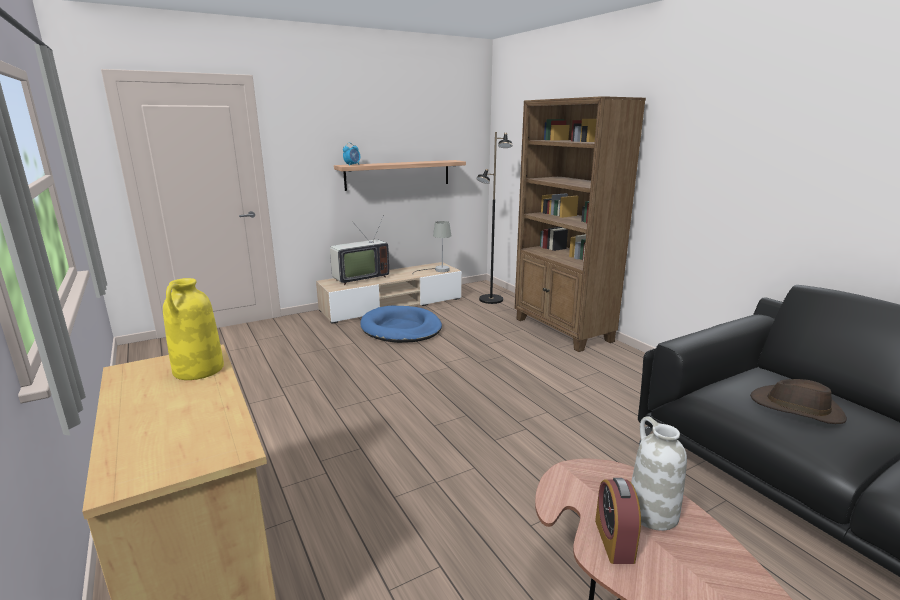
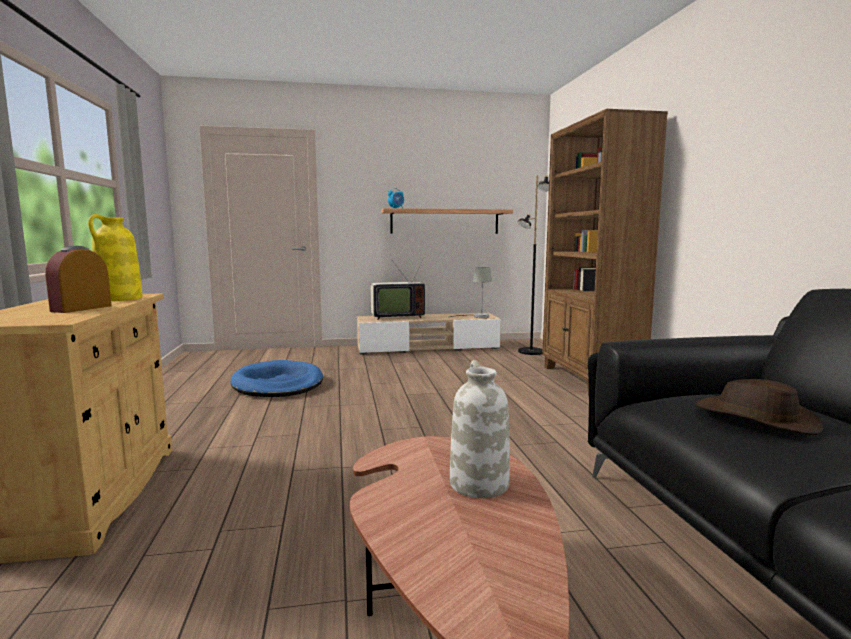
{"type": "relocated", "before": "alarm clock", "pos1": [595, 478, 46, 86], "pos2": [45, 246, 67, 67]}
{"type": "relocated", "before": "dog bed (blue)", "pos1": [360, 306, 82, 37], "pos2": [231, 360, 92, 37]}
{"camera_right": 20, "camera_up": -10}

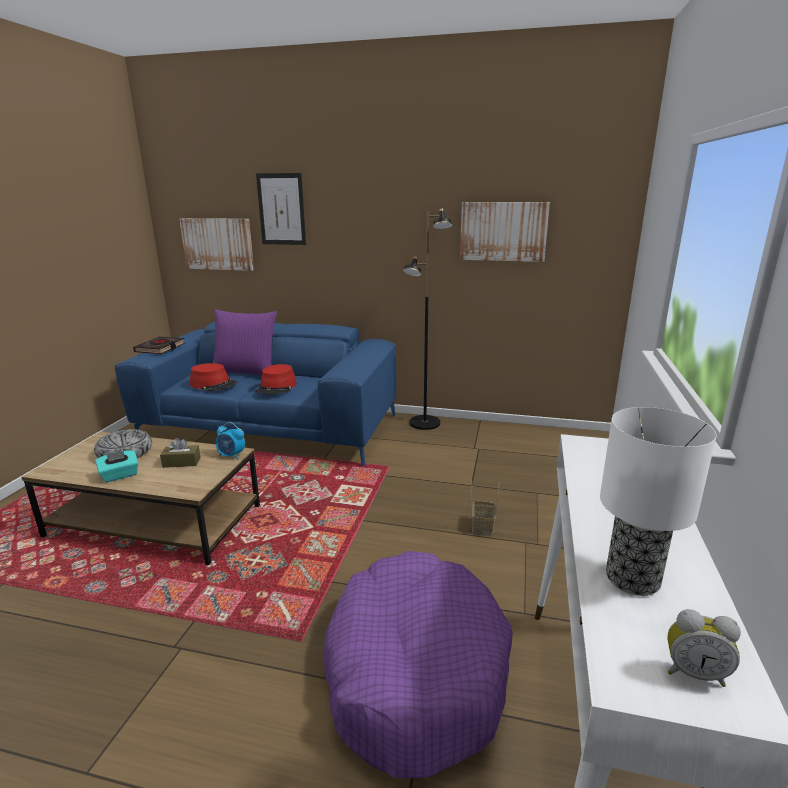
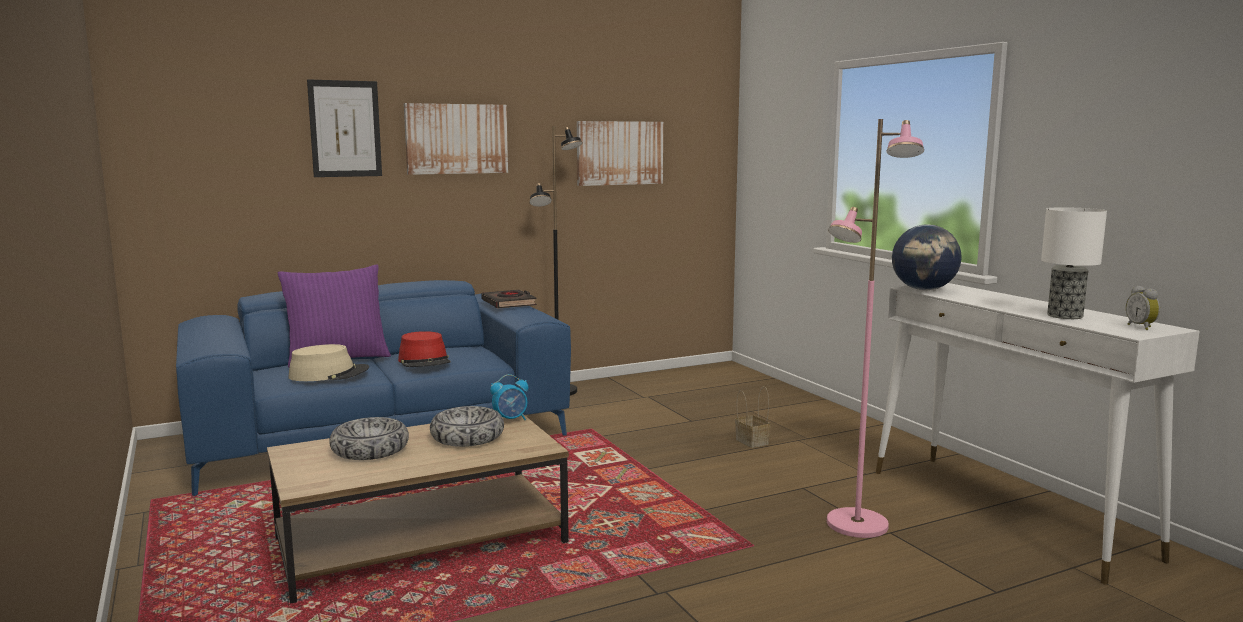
{"type": "colour", "before": "hat (red)", "after": "hat (beige)", "pos1": [190, 363, 47, 28], "pos2": [288, 344, 81, 37]}
{"type": "relocated", "before": "picture", "pos1": [179, 218, 75, 53], "pos2": [404, 103, 104, 72]}
{"type": "exchanged", "before": "tissue box (brown)", "after": "bowl", "pos1": [160, 438, 41, 30], "pos2": [430, 406, 74, 41]}
{"type": "relocated", "before": "book (black)", "pos1": [133, 337, 52, 17], "pos2": [481, 290, 56, 18]}
{"type": "exchanged", "before": "dog bed (purple)", "after": "floor lamp (pink)", "pos1": [323, 551, 190, 227], "pos2": [827, 119, 97, 419]}
{"type": "appeared", "after": "globe", "pos2": [892, 225, 69, 65]}
{"type": "spun", "before": "alarm clock", "pos1": [667, 609, 74, 78], "pos2": [1126, 286, 34, 44], "turn": 105}
{"type": "missing", "before": "tissue box (turquoise)", "pos1": [95, 450, 43, 33]}
{"camera_right": -40, "camera_up": -10}

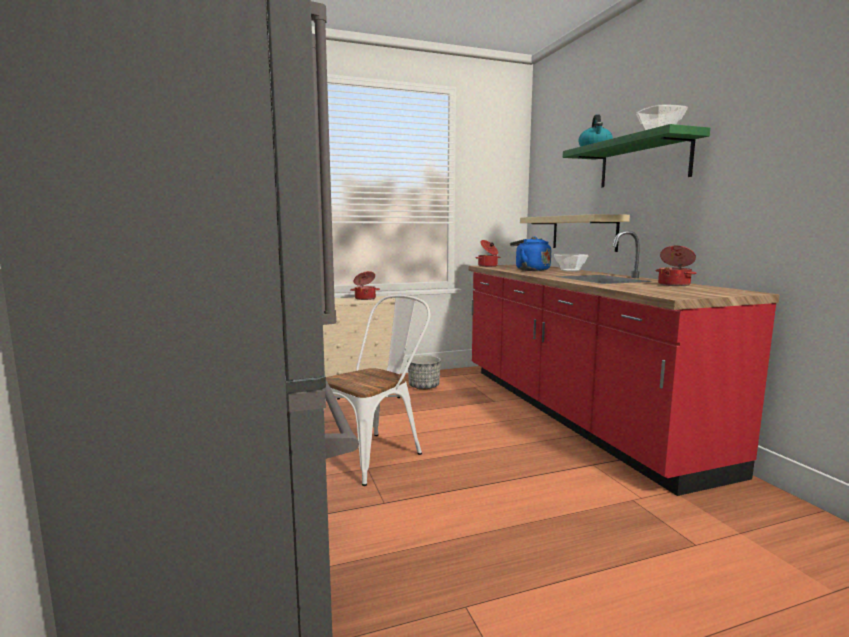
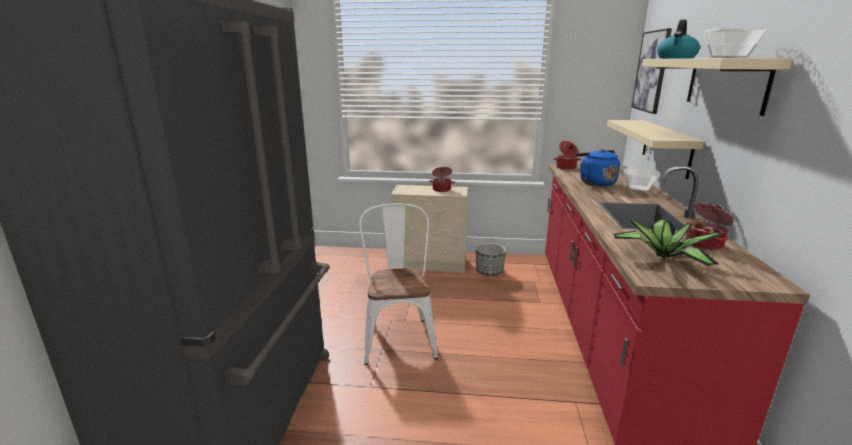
{"type": "spun", "before": "chair (white)", "pos1": [326, 295, 104, 191], "pos2": [359, 203, 79, 162], "turn": -75}
{"type": "appeared", "after": "potted plant", "pos2": [613, 219, 109, 47]}
{"type": "appeared", "after": "picture", "pos2": [632, 28, 40, 86]}
{"type": "colour", "before": "shelf (green)", "after": "shelf (beige)", "pos1": [563, 124, 147, 64], "pos2": [642, 58, 151, 58]}
{"camera_right": 25, "camera_up": 10}

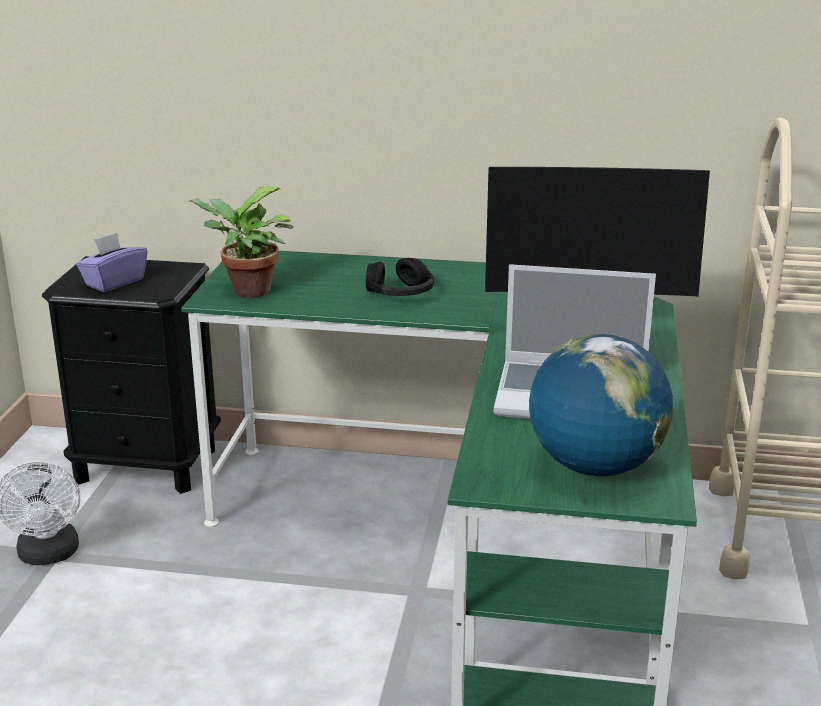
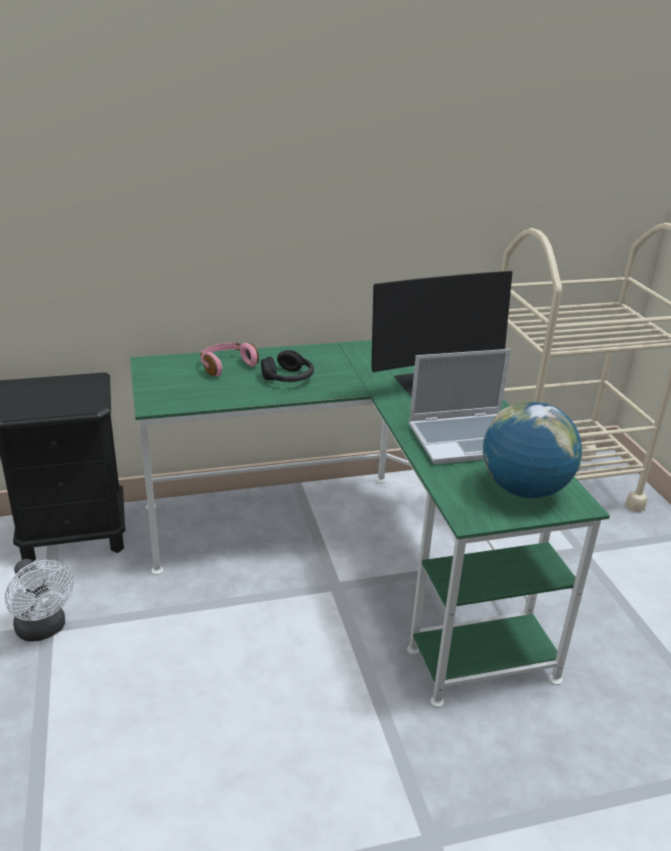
{"type": "appeared", "after": "headphones (pink)", "pos2": [200, 342, 59, 34]}
{"type": "missing", "before": "tissue box (purple)", "pos1": [76, 233, 72, 59]}
{"type": "missing", "before": "potted plant", "pos1": [187, 187, 107, 111]}
{"camera_right": -25, "camera_up": 5}

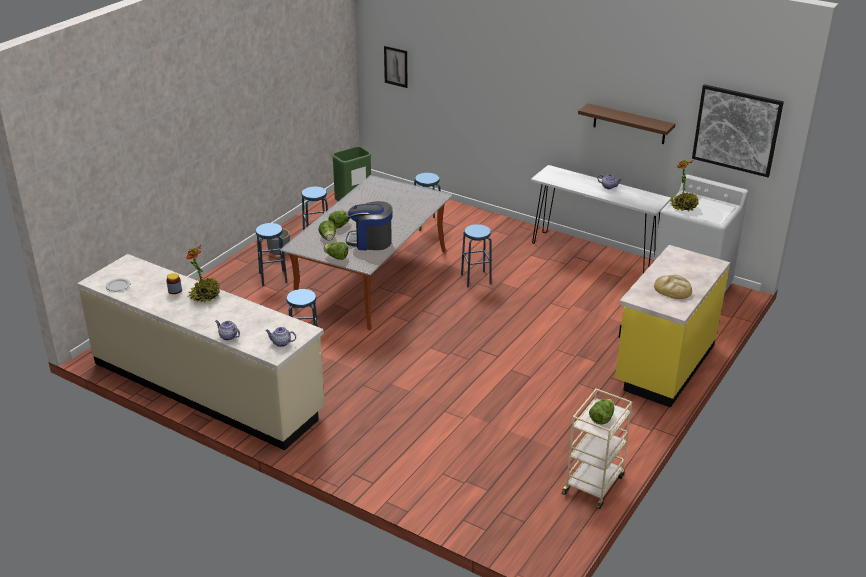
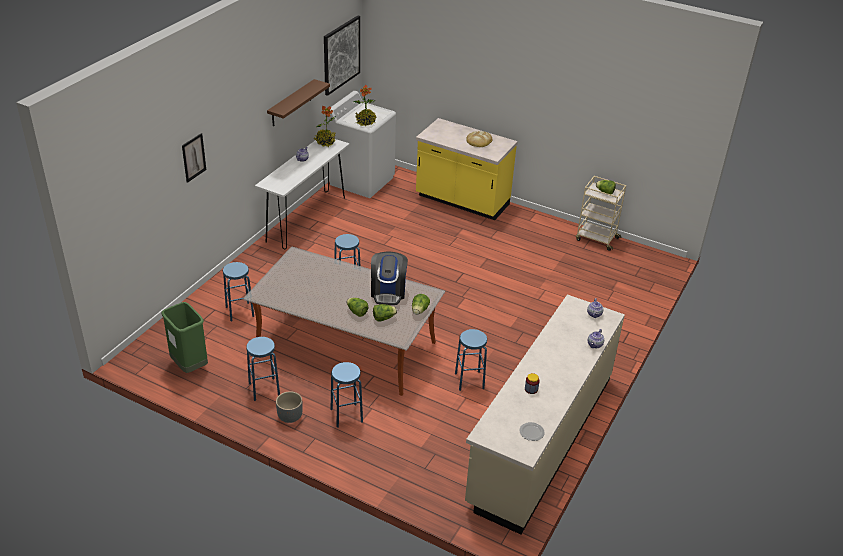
{"type": "relocated", "before": "picture", "pos1": [384, 46, 23, 42], "pos2": [182, 133, 24, 50]}
{"type": "relocated", "before": "potted plant", "pos1": [186, 245, 34, 57], "pos2": [314, 106, 22, 41]}
{"camera_right": -95, "camera_up": 5}

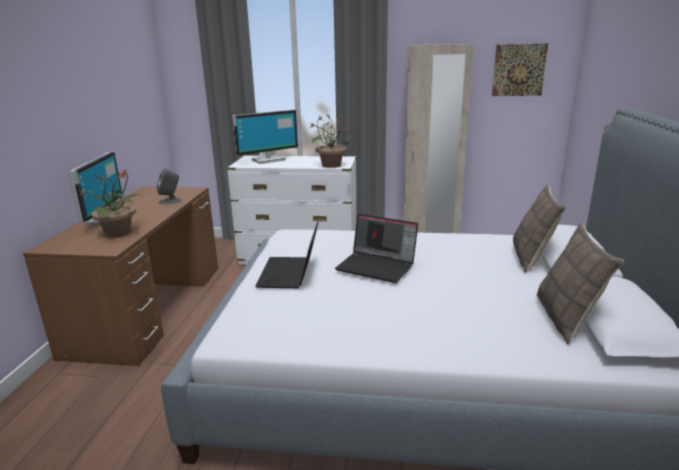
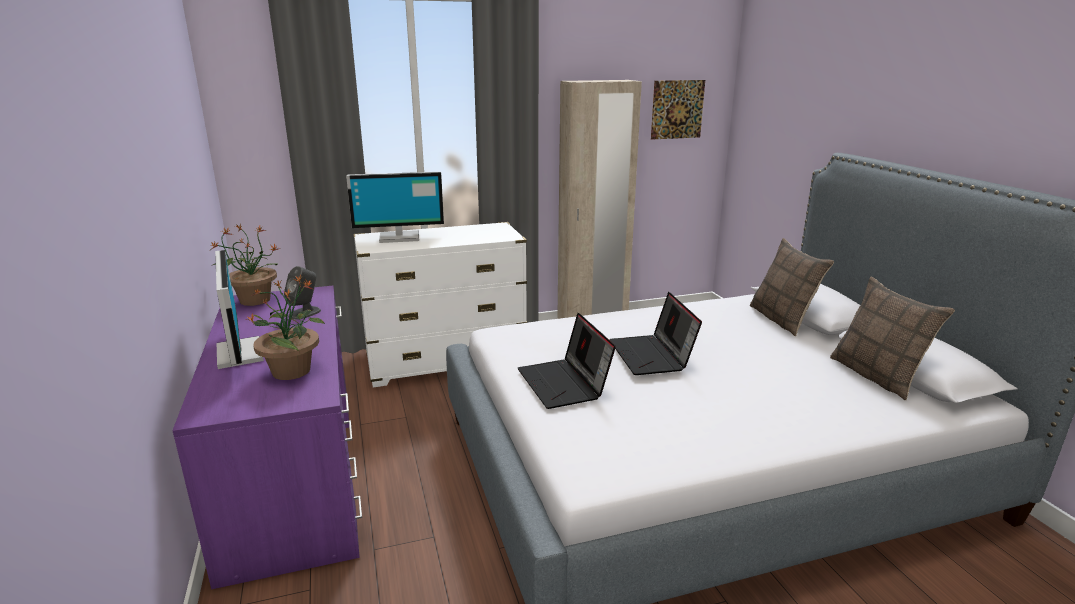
{"type": "colour", "before": "desk (brown)", "after": "desk (purple)", "pos1": [23, 186, 195, 180], "pos2": [172, 286, 190, 303]}
{"type": "relocated", "before": "potted plant", "pos1": [309, 114, 40, 54], "pos2": [209, 224, 71, 82]}
{"type": "spun", "before": "monitor", "pos1": [232, 110, 66, 54], "pos2": [346, 172, 98, 71], "turn": 45}
{"type": "spun", "before": "laptop", "pos1": [335, 214, 83, 69], "pos2": [609, 292, 93, 83], "turn": 75}
{"camera_right": -25, "camera_up": 0}

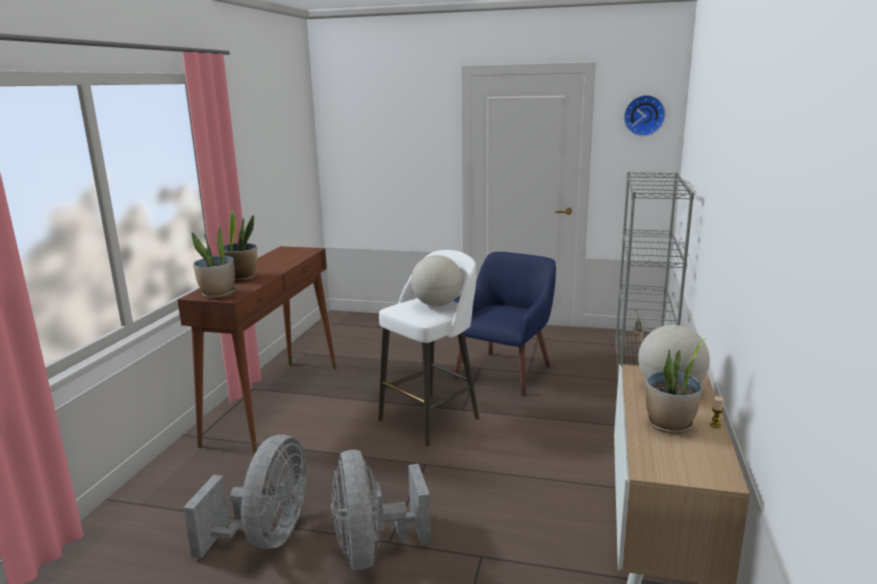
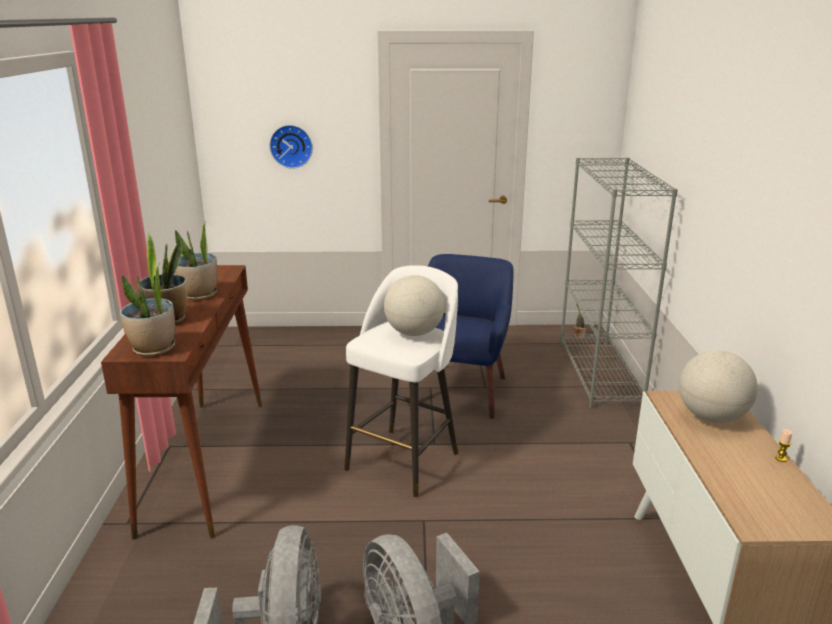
{"type": "relocated", "before": "potted plant", "pos1": [645, 339, 60, 95], "pos2": [175, 221, 43, 79]}
{"type": "relocated", "before": "wall clock", "pos1": [624, 95, 42, 41], "pos2": [269, 125, 44, 44]}
{"camera_right": -15, "camera_up": 5}

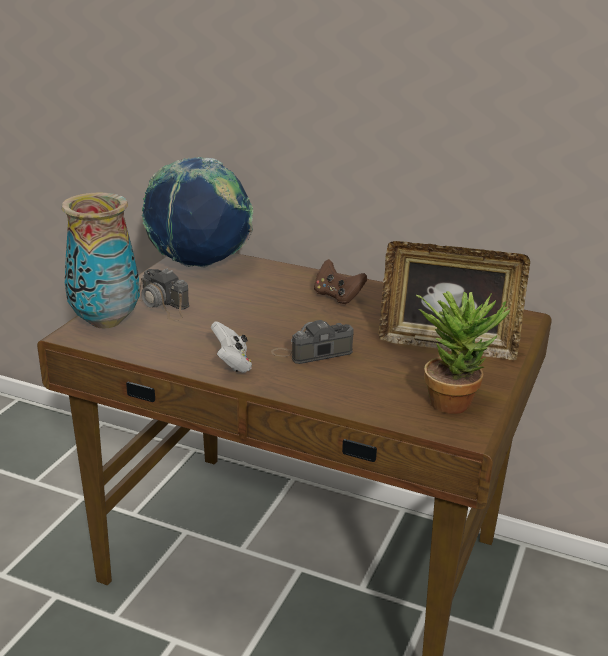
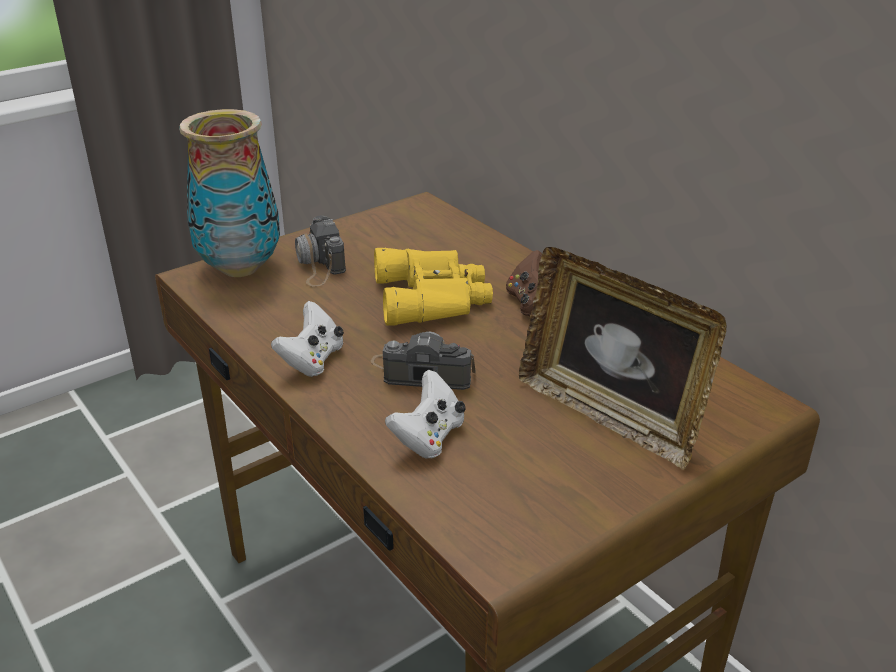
{"type": "appeared", "after": "binoculars (yellow)", "pos2": [374, 247, 119, 79]}
{"type": "appeared", "after": "game controller (white)", "pos2": [385, 370, 81, 89]}
{"type": "missing", "before": "globe", "pos1": [142, 157, 111, 111]}
{"type": "missing", "before": "potted plant", "pos1": [416, 291, 94, 123]}
{"camera_right": 30, "camera_up": 5}

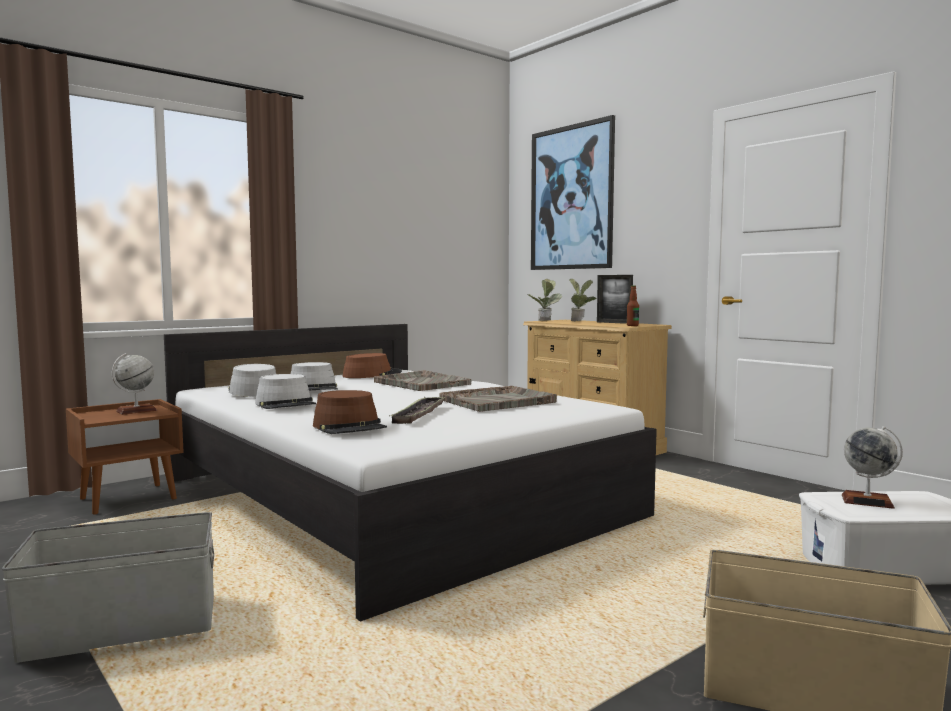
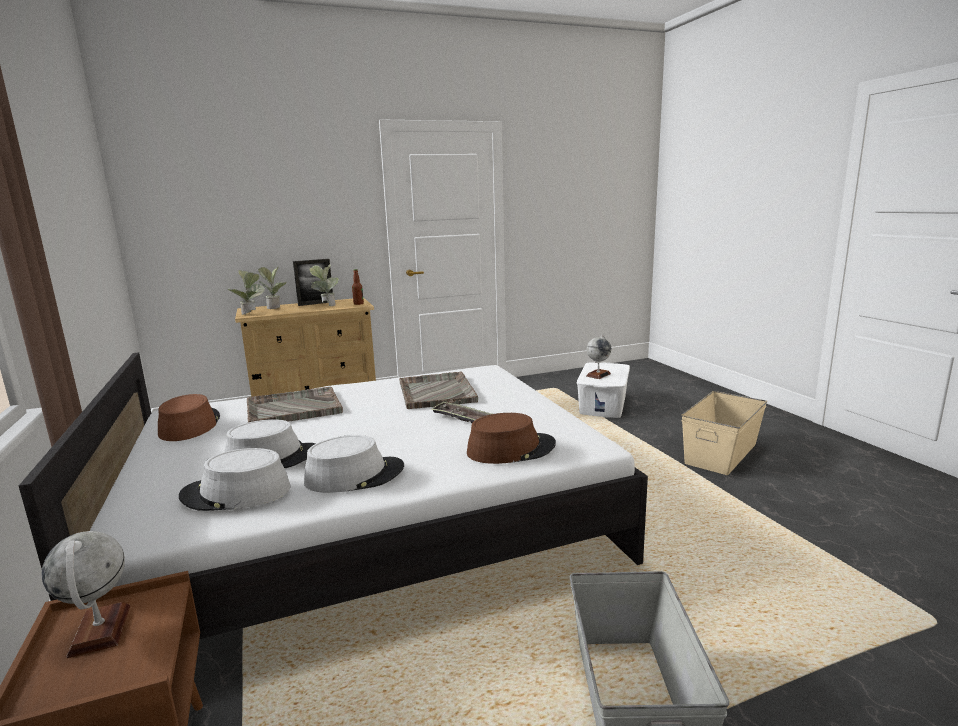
{"type": "appeared", "after": "potted plant", "pos2": [309, 265, 30, 41]}
{"type": "missing", "before": "picture", "pos1": [531, 115, 84, 155]}
{"camera_right": -70, "camera_up": 10}

